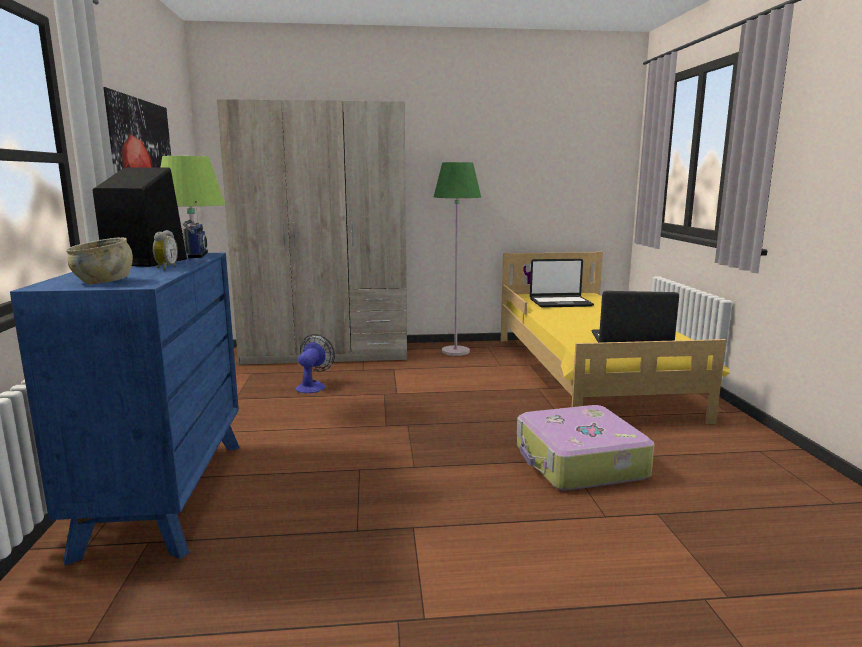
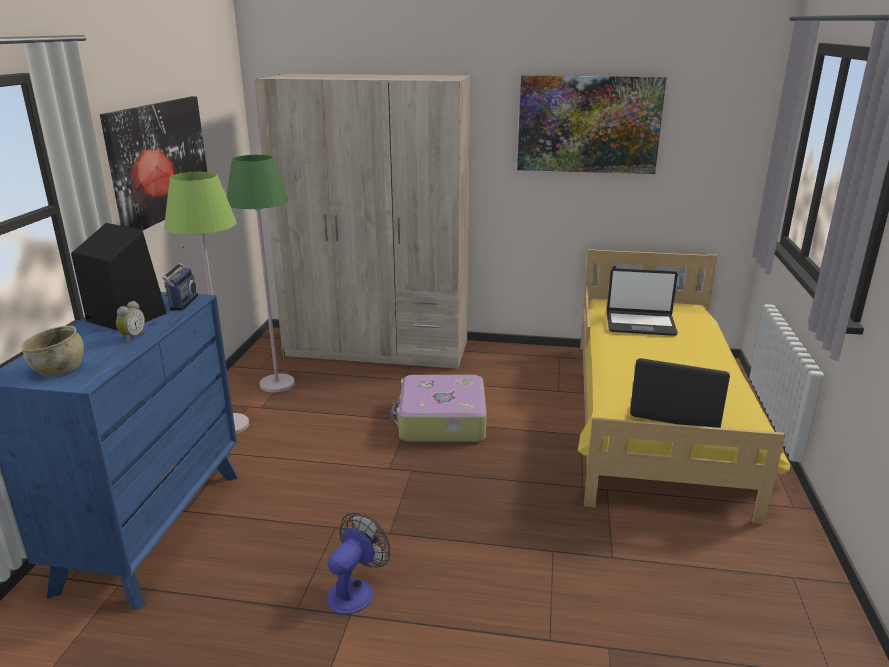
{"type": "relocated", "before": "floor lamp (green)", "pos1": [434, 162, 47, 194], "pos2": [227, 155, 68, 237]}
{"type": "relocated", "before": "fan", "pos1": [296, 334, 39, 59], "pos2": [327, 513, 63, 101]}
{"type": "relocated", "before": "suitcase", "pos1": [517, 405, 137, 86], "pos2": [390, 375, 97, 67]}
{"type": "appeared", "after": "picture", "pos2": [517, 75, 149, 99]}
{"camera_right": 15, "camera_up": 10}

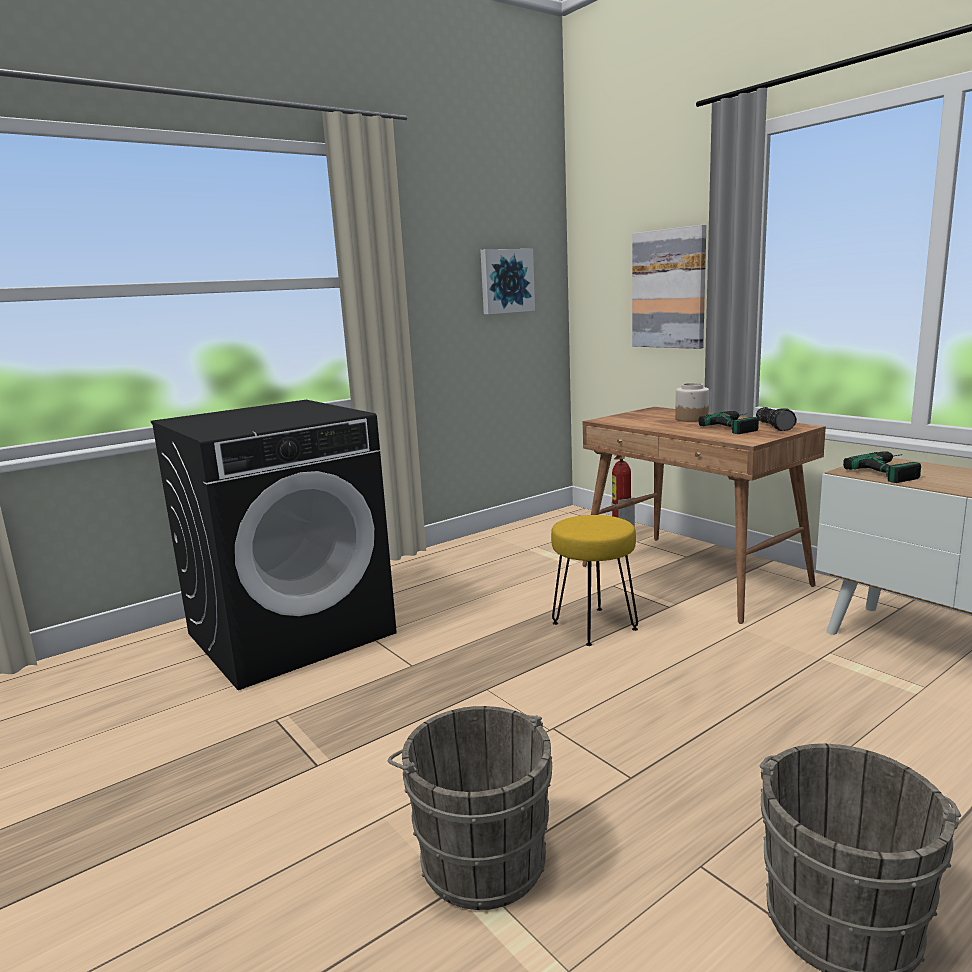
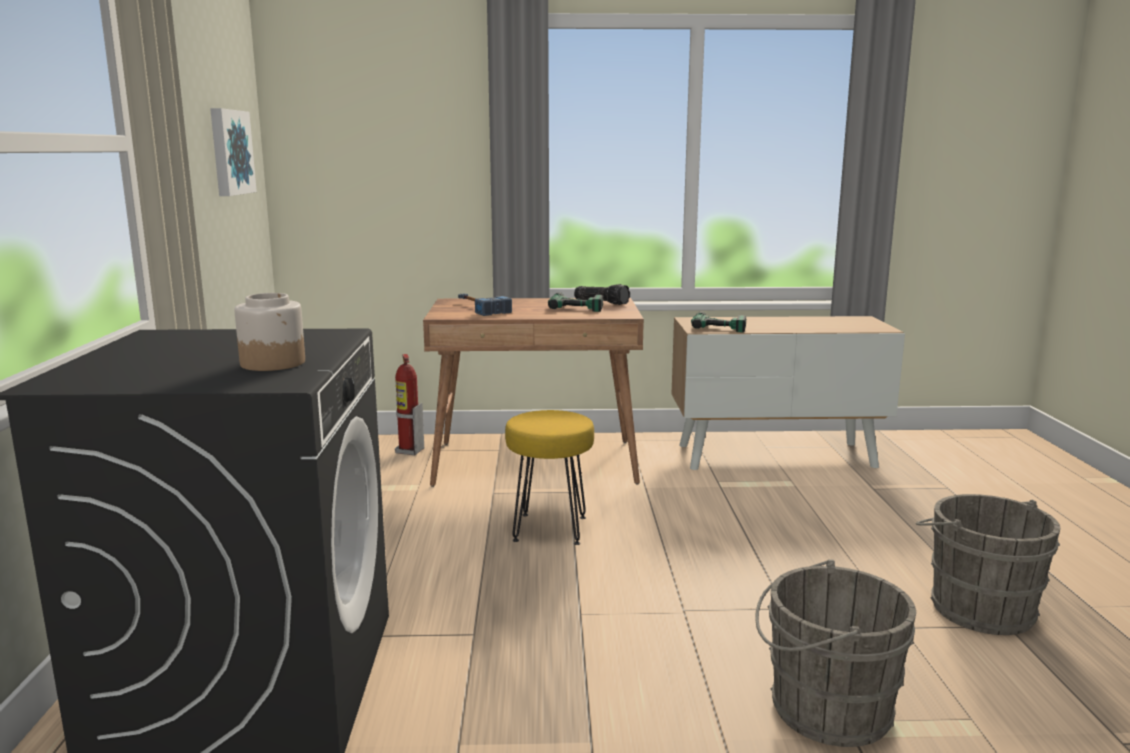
{"type": "relocated", "before": "jar", "pos1": [675, 383, 34, 39], "pos2": [235, 293, 70, 78]}
{"type": "appeared", "after": "hammer", "pos2": [458, 294, 54, 22]}
{"type": "missing", "before": "picture", "pos1": [632, 225, 74, 124]}
{"camera_right": -55, "camera_up": 0}

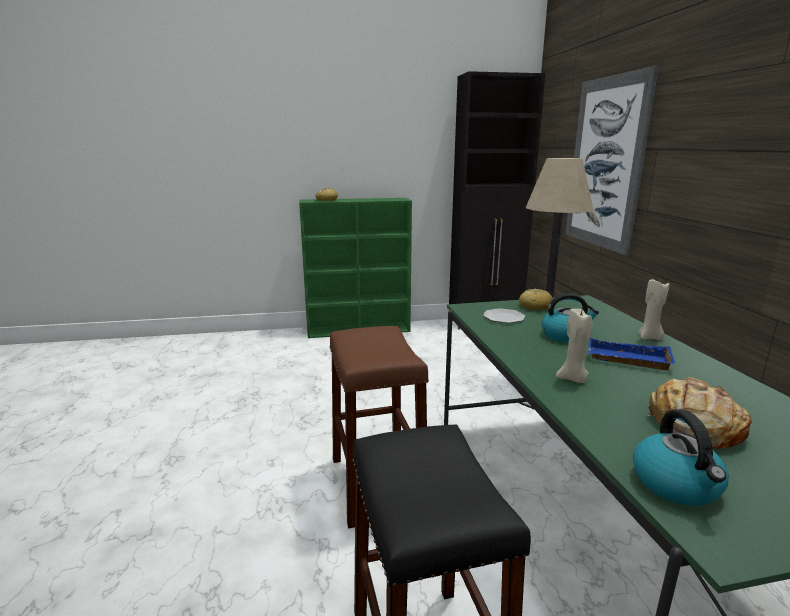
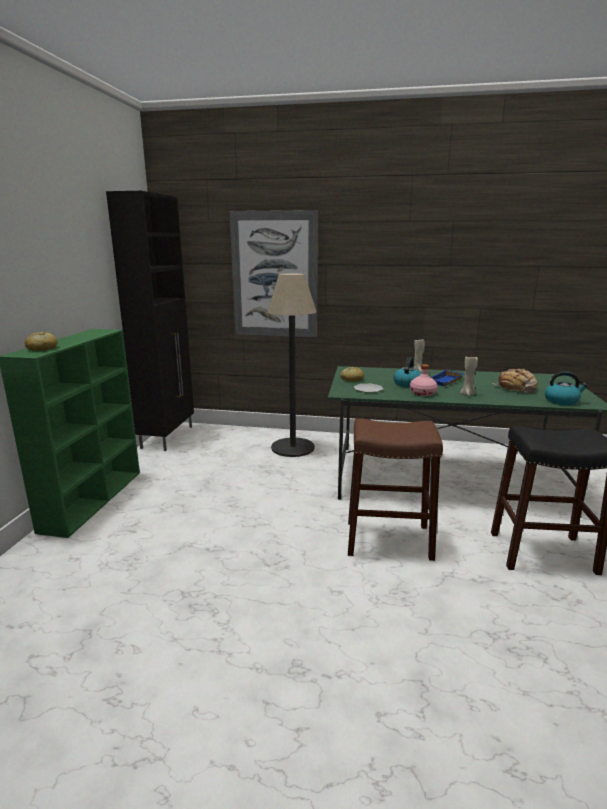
{"type": "appeared", "after": "bottle (pink)", "pos2": [410, 364, 28, 32]}
{"camera_right": -70, "camera_up": 0}

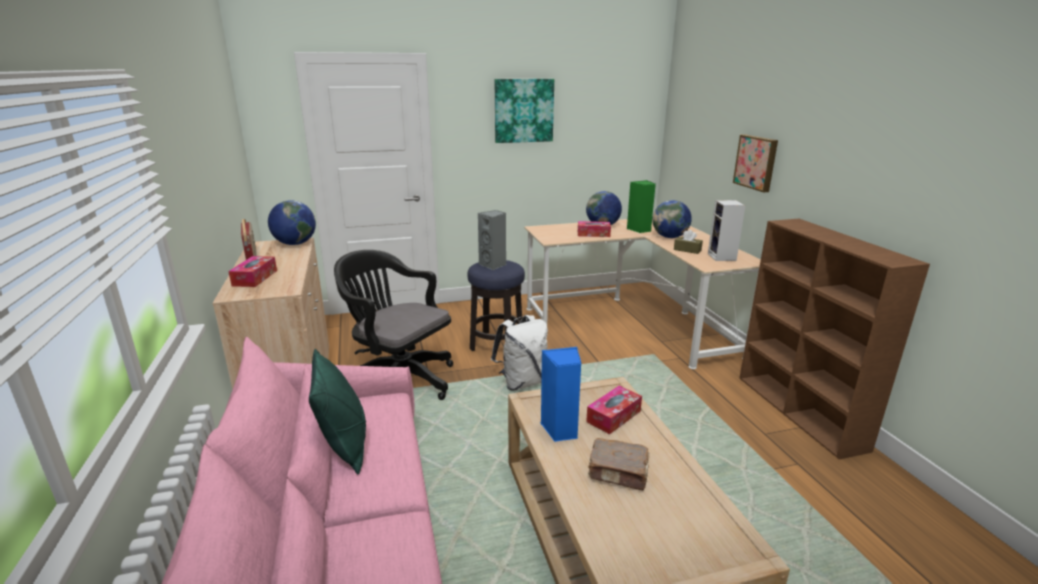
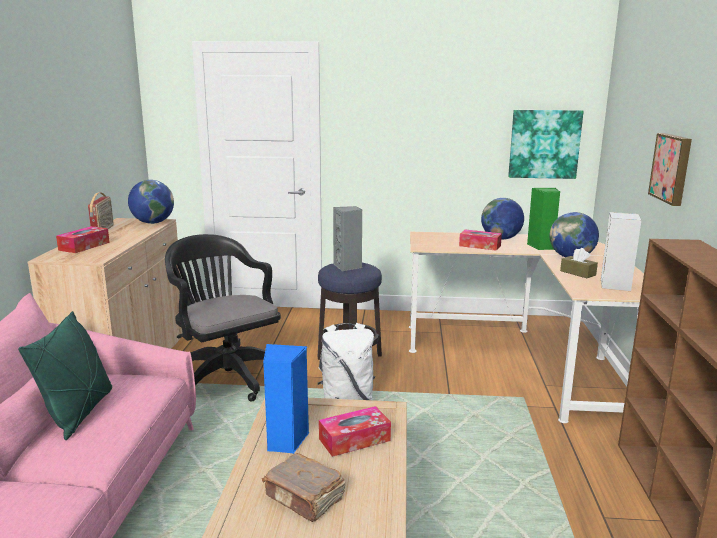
{"type": "relocated", "before": "picture", "pos1": [495, 79, 59, 64], "pos2": [508, 110, 76, 69]}
{"camera_right": 20, "camera_up": -5}

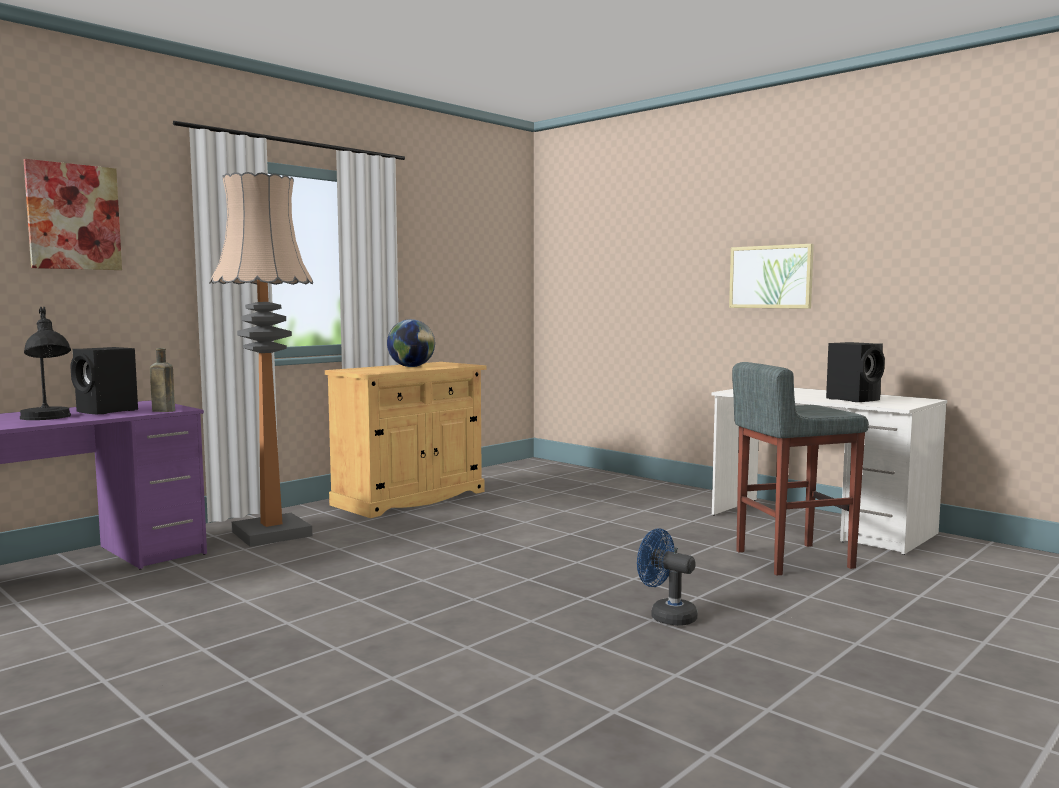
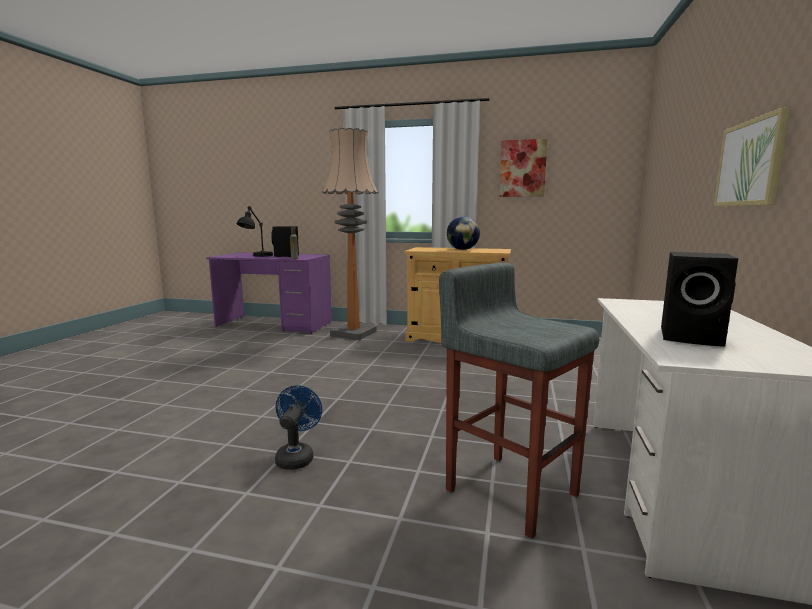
{"type": "relocated", "before": "picture", "pos1": [24, 159, 98, 111], "pos2": [499, 139, 49, 58]}
{"camera_right": 60, "camera_up": 5}

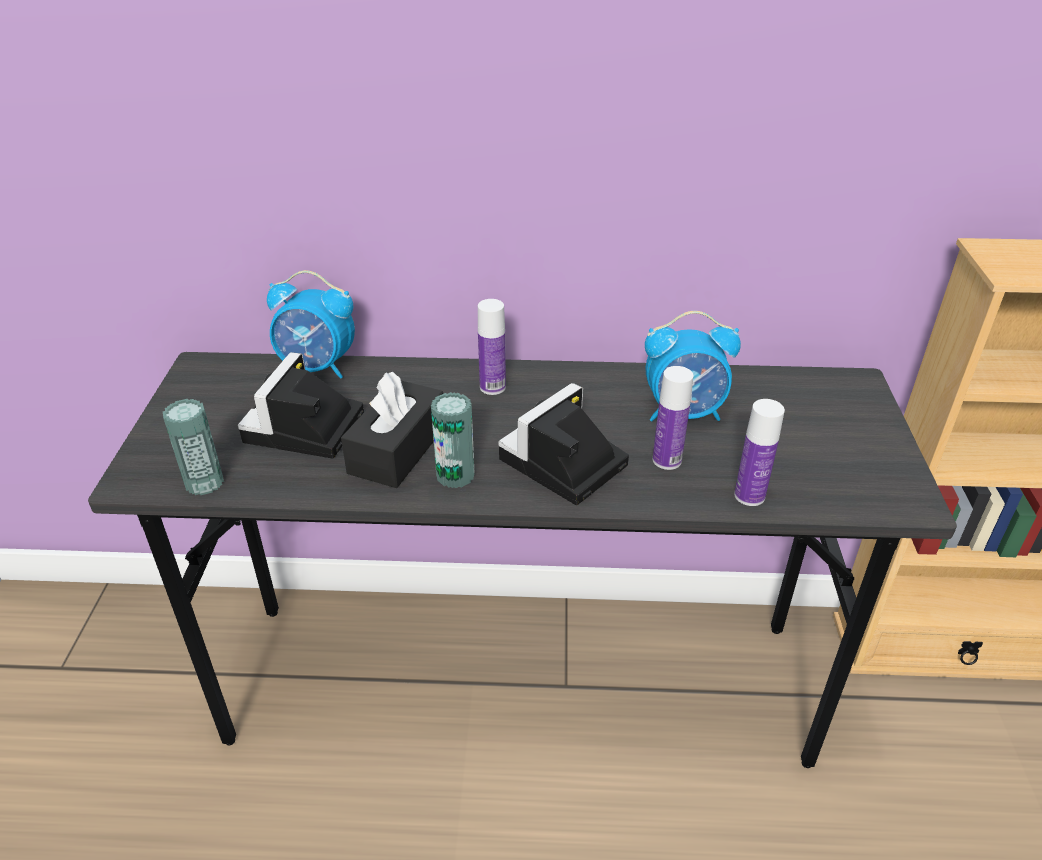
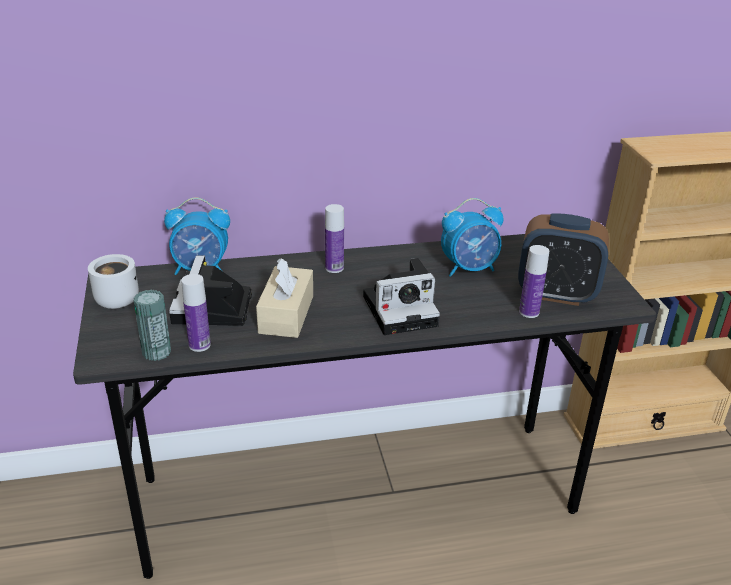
{"type": "appeared", "after": "mug (white)", "pos2": [88, 254, 51, 55]}
{"type": "relocated", "before": "bottle", "pos1": [653, 366, 41, 104], "pos2": [181, 274, 30, 78]}
{"type": "colour", "before": "tissue box (black)", "after": "tissue box (beige)", "pos1": [341, 372, 102, 116], "pos2": [256, 258, 57, 80]}
{"type": "spun", "before": "photo camera", "pos1": [498, 383, 131, 122], "pos2": [363, 258, 77, 77], "turn": -135}
{"type": "appeared", "after": "alarm clock", "pos2": [518, 213, 91, 93]}
{"type": "missing", "before": "can", "pos1": [431, 392, 44, 96]}
{"camera_right": -15, "camera_up": -5}

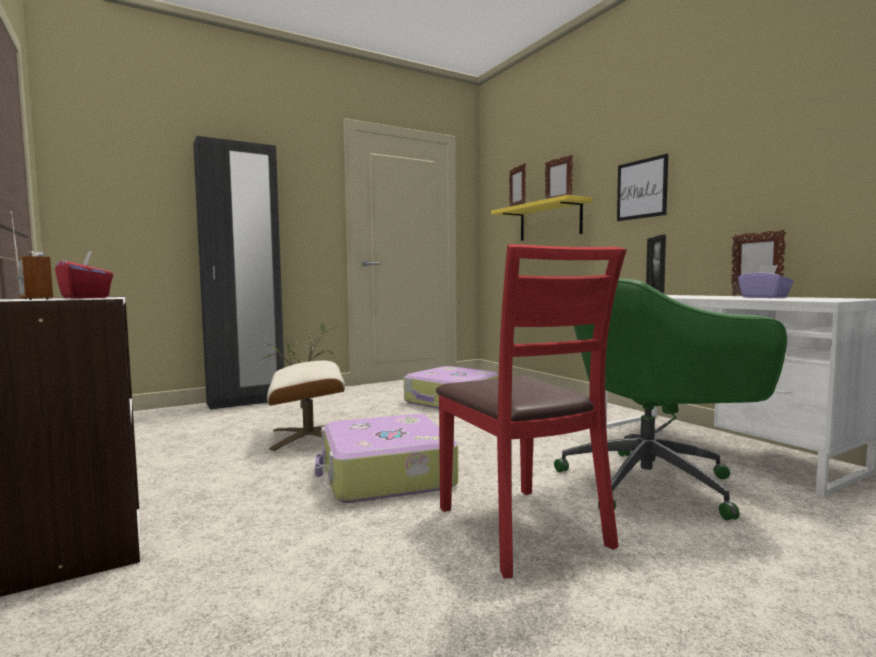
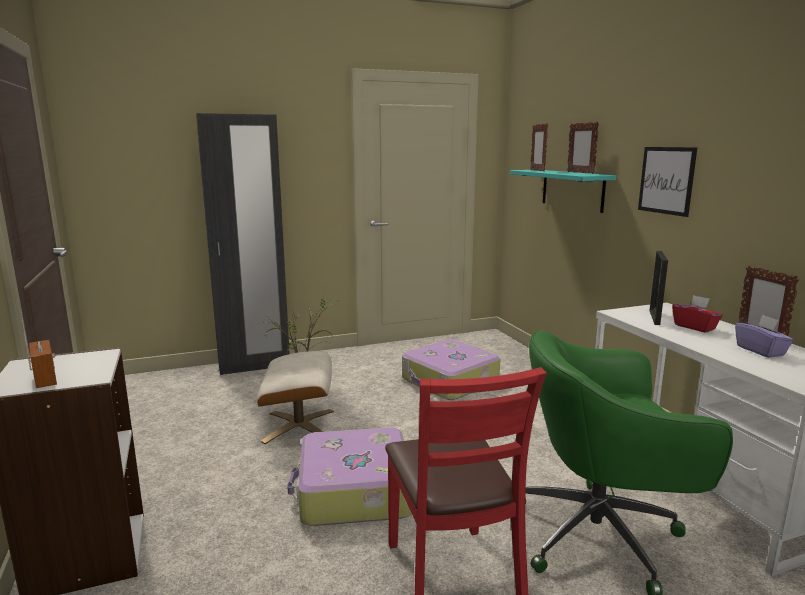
{"type": "colour", "before": "shelf (yellow)", "after": "shelf (turquoise)", "pos1": [491, 195, 101, 46], "pos2": [510, 170, 106, 43]}
{"type": "relocated", "before": "tissue box (red)", "pos1": [55, 251, 59, 48], "pos2": [672, 295, 51, 38]}
{"camera_right": 10, "camera_up": 10}

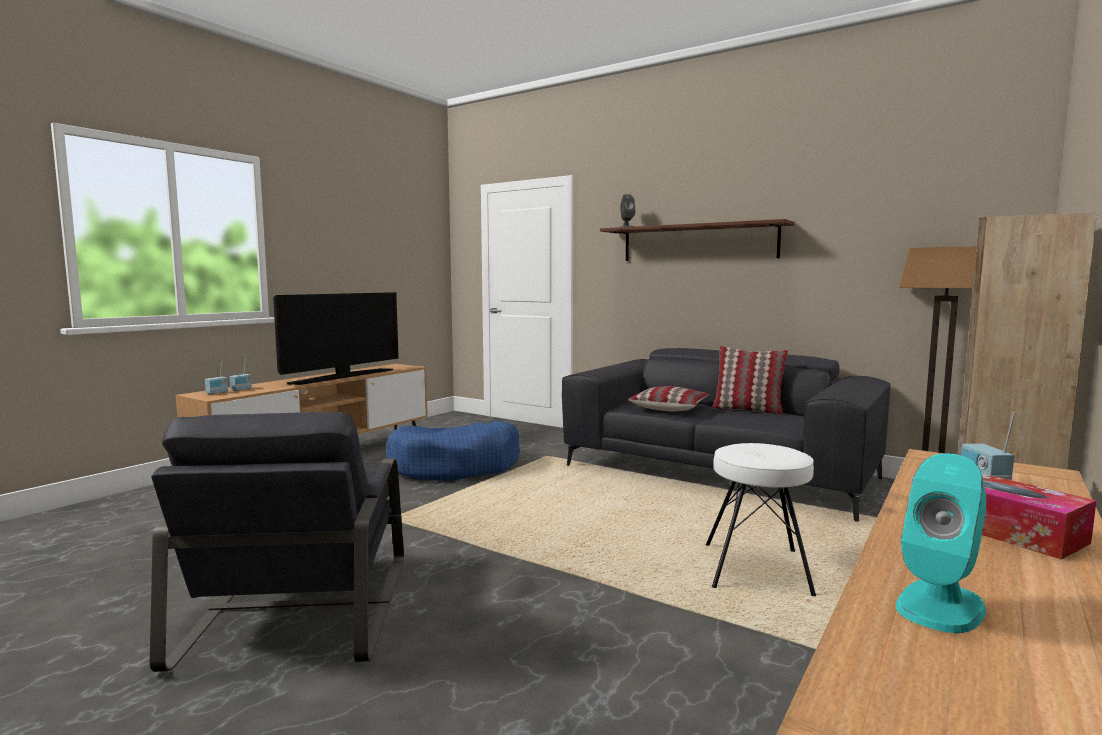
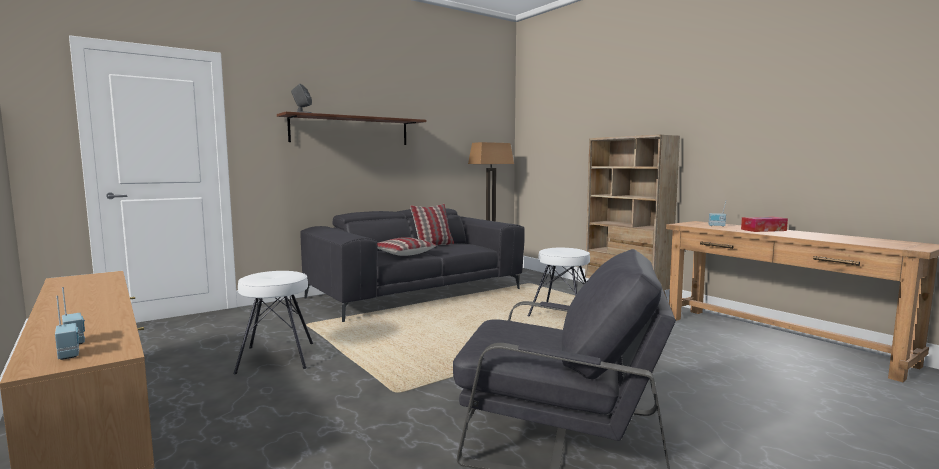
{"type": "exchanged", "before": "dog bed (blue)", "after": "stool (white)", "pos1": [386, 421, 134, 61], "pos2": [233, 271, 80, 103]}
{"type": "missing", "before": "television", "pos1": [273, 292, 126, 93]}
{"type": "missing", "before": "speaker (turquoise)", "pos1": [896, 453, 90, 180]}
{"camera_right": -70, "camera_up": 0}

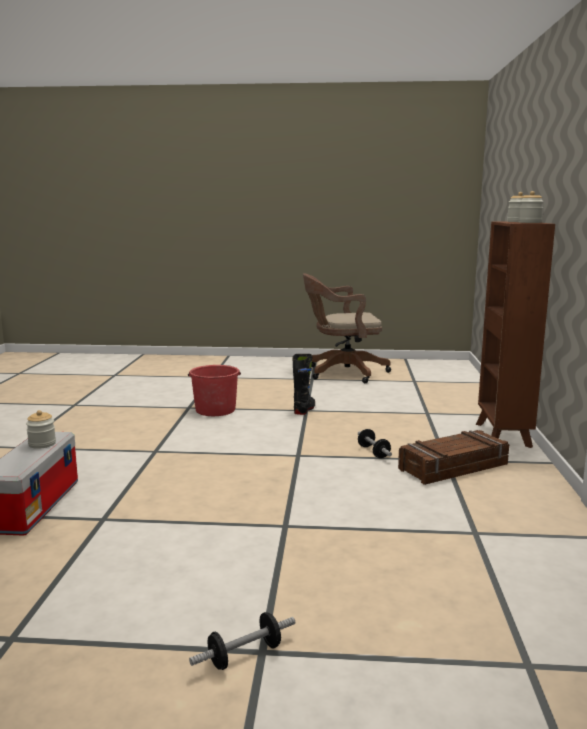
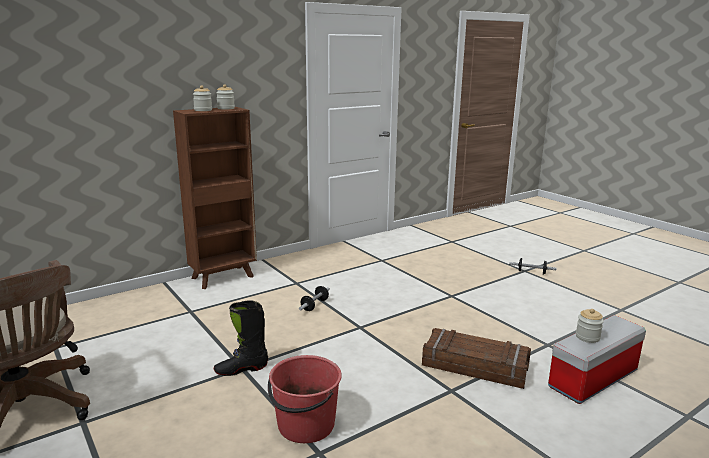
{"type": "relocated", "before": "crate", "pos1": [398, 430, 111, 55], "pos2": [422, 328, 109, 61]}
{"camera_right": -130, "camera_up": 5}

